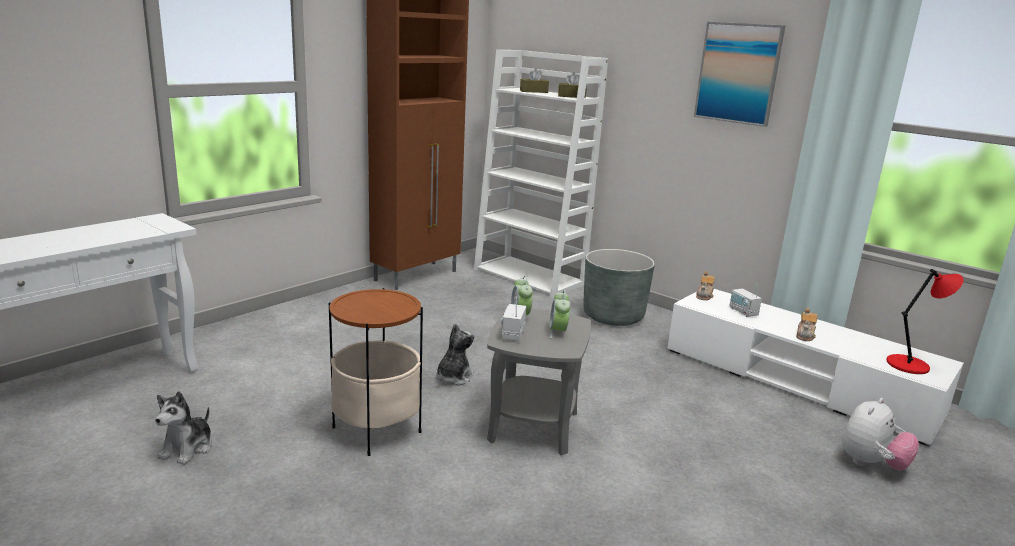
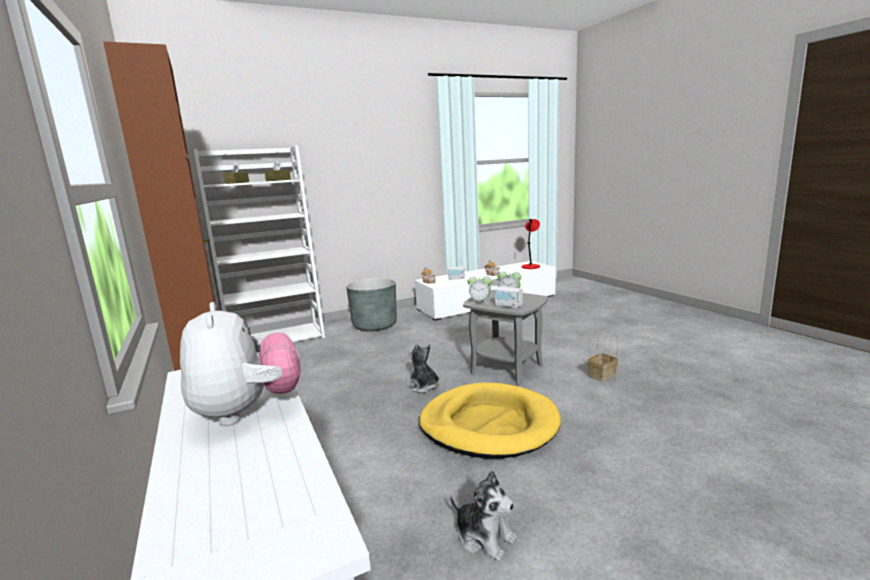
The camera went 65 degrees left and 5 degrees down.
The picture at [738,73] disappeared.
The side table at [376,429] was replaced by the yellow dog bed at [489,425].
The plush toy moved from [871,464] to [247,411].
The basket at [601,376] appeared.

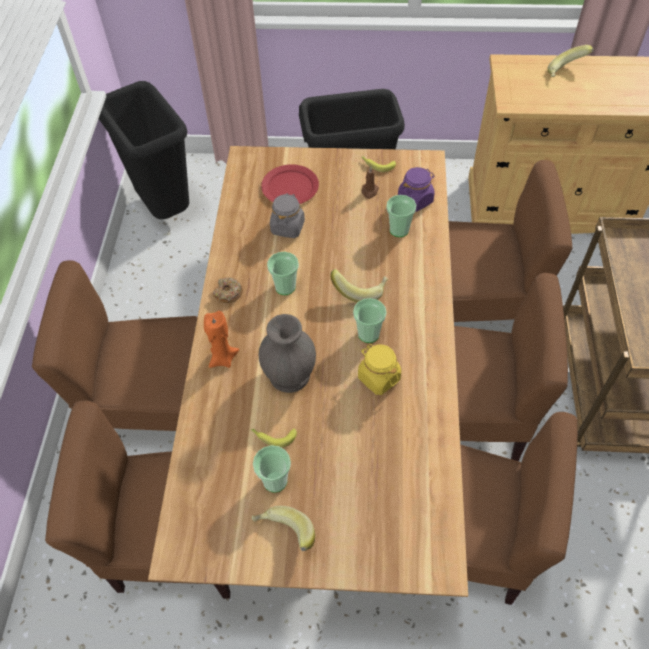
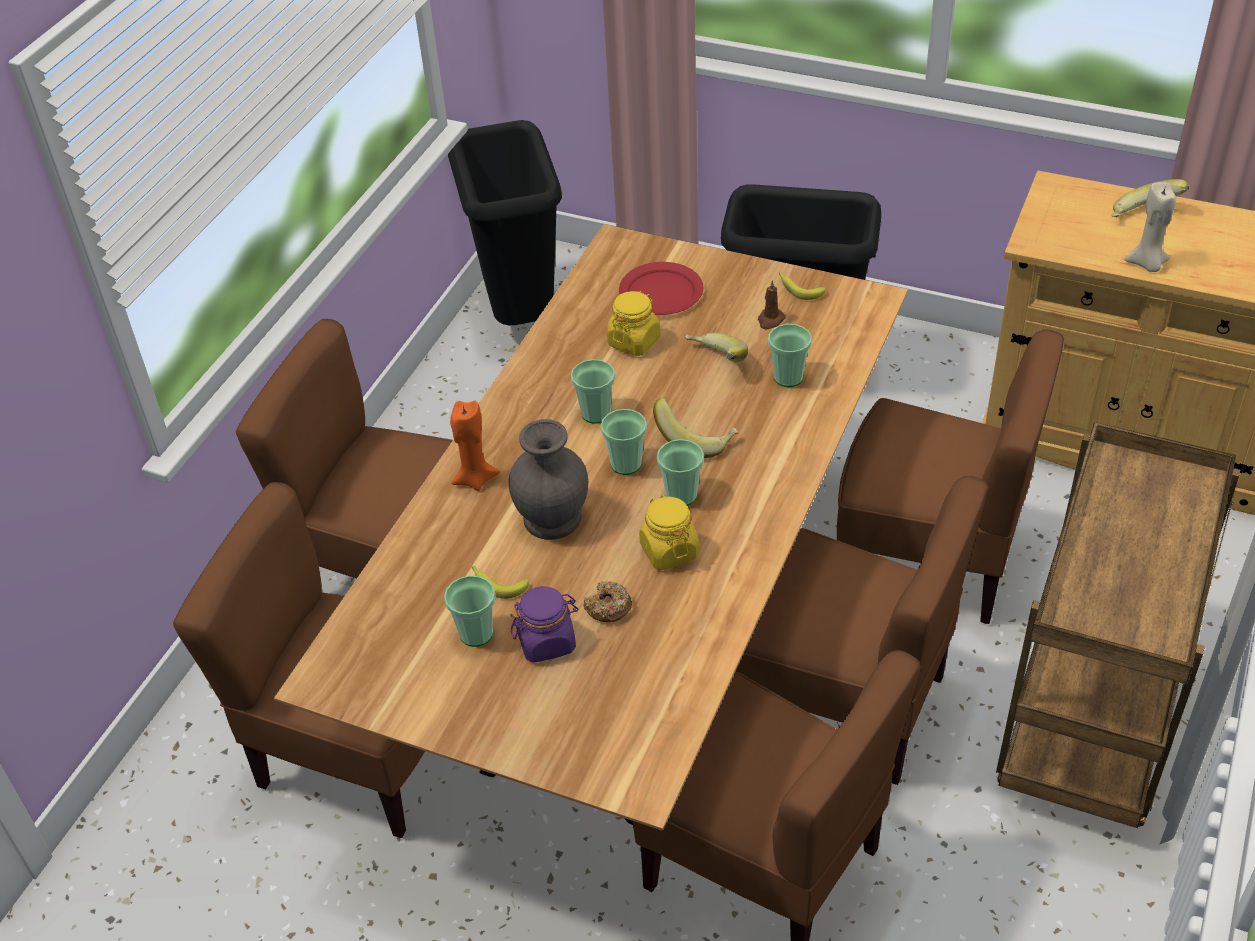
The camera went 20 degrees right and 10 degrees down.
The purple jar moved from [415,200] to [547,641].
The grey jar at [287,227] became the yellow jar at [634,341].
The donut moved from [228,293] to [608,607].
The banana moved from [284,535] to [714,362].
The beige candle at [1147,264] appeared.
The cup at [626,464] appeared.

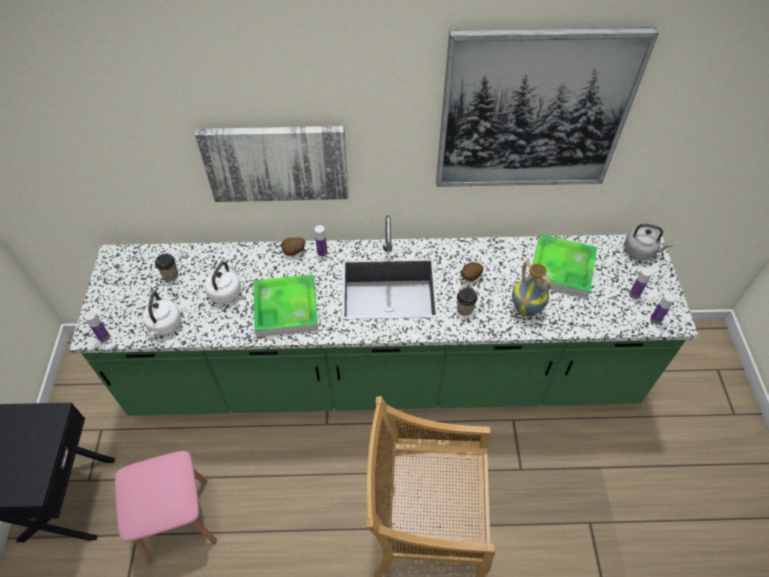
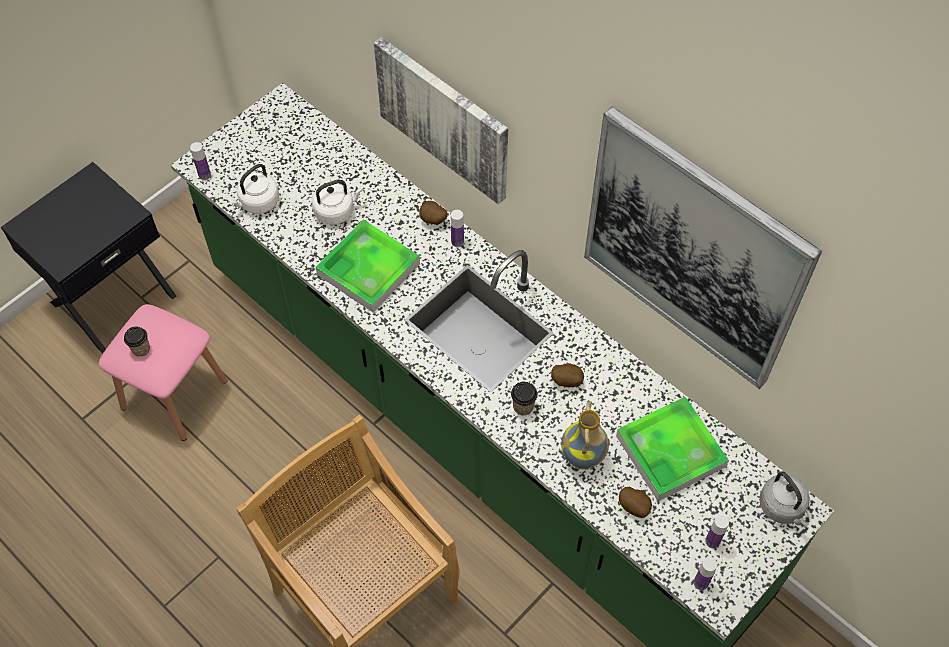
The camera went 45 degrees right and 5 degrees up.
The cup moved from [170,275] to [141,349].
The potato at [634,506] appeared.

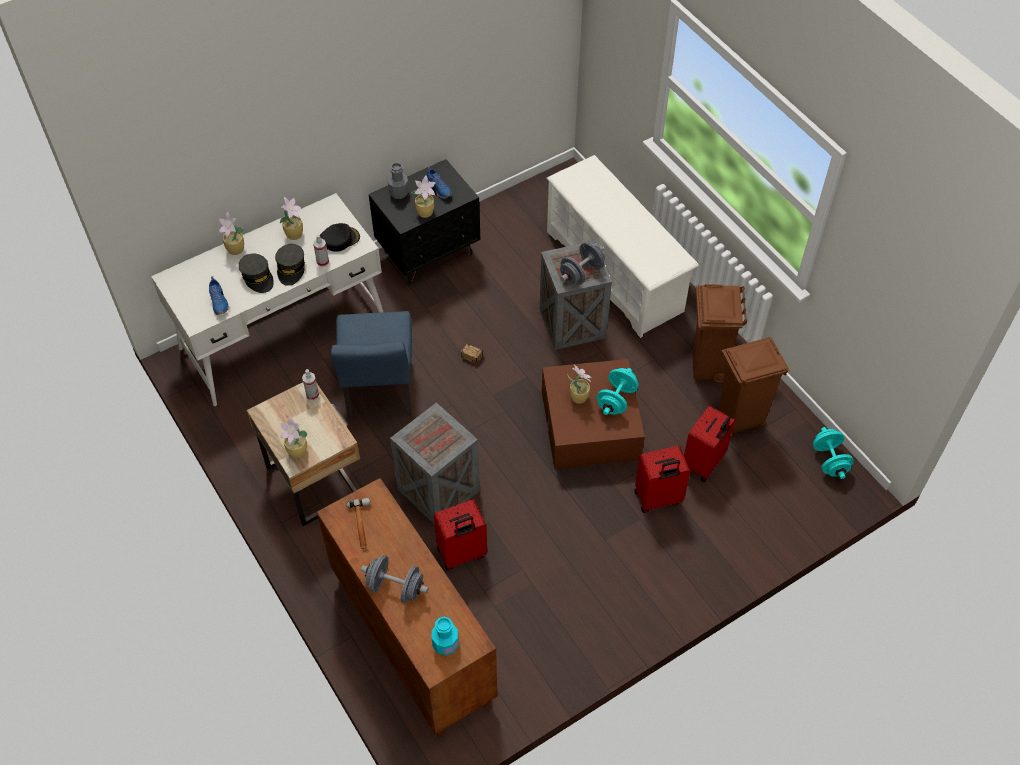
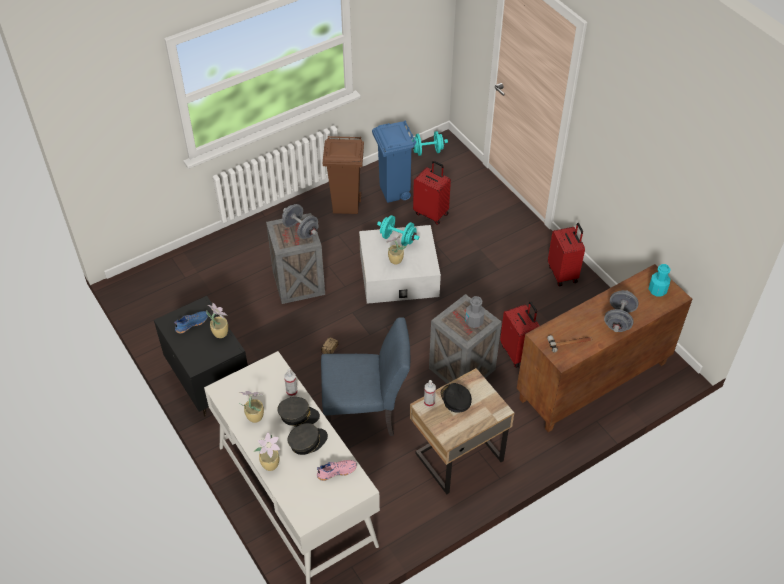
The camera went 90 degrees left and 5 degrees down.
The white shoe rack at [615,271] disappeared.
The grey bottle moved from [399,192] to [474,321].
The black cap moved from [340,239] to [455,399].
The blue shoe at [219,301] became the pink shoe at [336,471].
The brown trash can at [739,420] became the blue trash can at [394,192].
The brown storage box at [590,425] became the white storage box at [399,274].
The potted plant at [298,452] disappeared.
The red suitcase moved from [658,499] to [563,273].

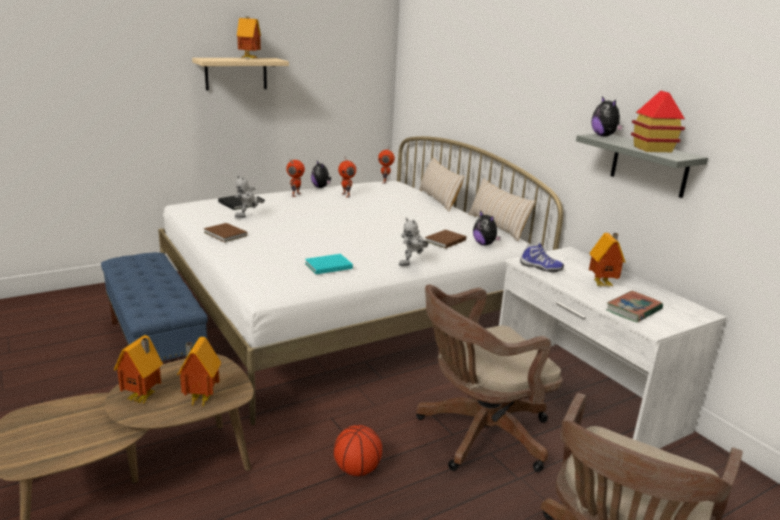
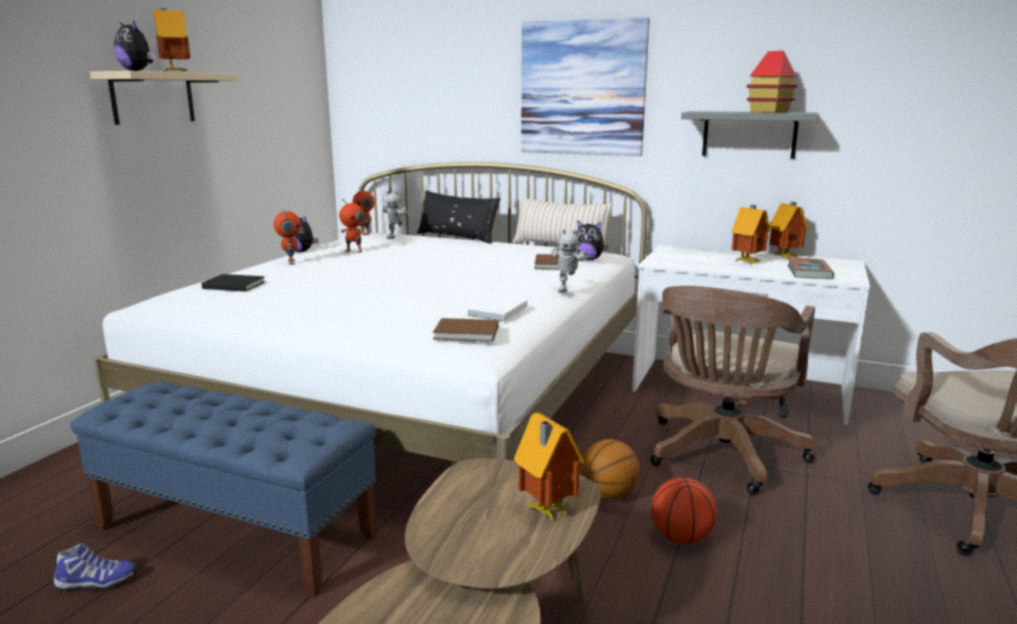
The camera went 35 degrees left and 5 degrees down.
The plush toy moved from [604,136] to [137,71].
The beige pillow at [438,199] became the black pillow at [457,237].
The toy robot moved from [249,217] to [396,237].
The brown book moved from [225,234] to [468,333].
The shoe moved from [540,268] to [96,583].
The turquoise book at [327,266] became the white book at [496,311].
The toy house moved from [144,398] to [785,257].
The picture at [582,88] appeared.
The basketball at [608,494] appeared.

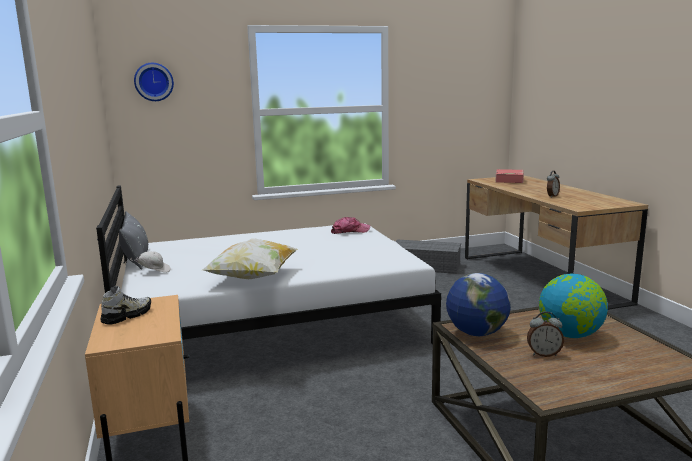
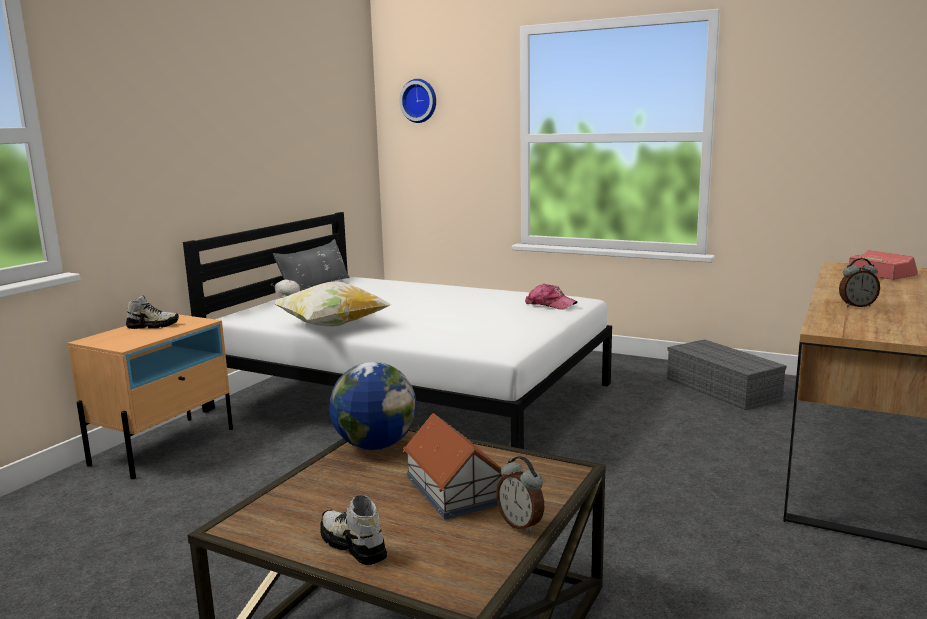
The camera went 45 degrees right and 0 degrees up.
The globe at [570,335] was replaced by the toy house at [453,490].
The alarm clock moved from [543,354] to [521,524].
The shoe at [353,545] appeared.

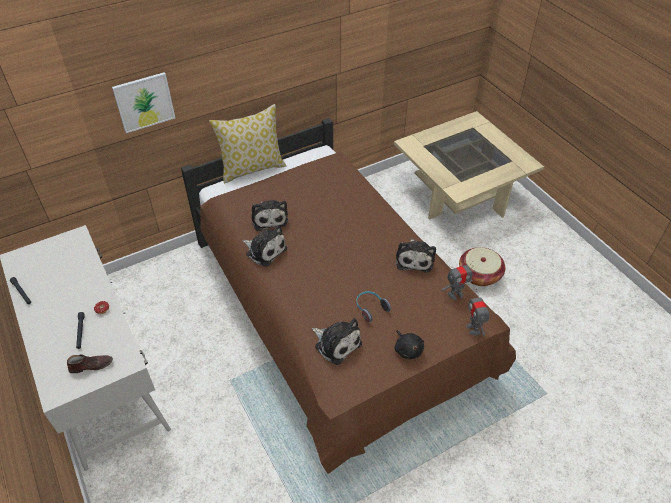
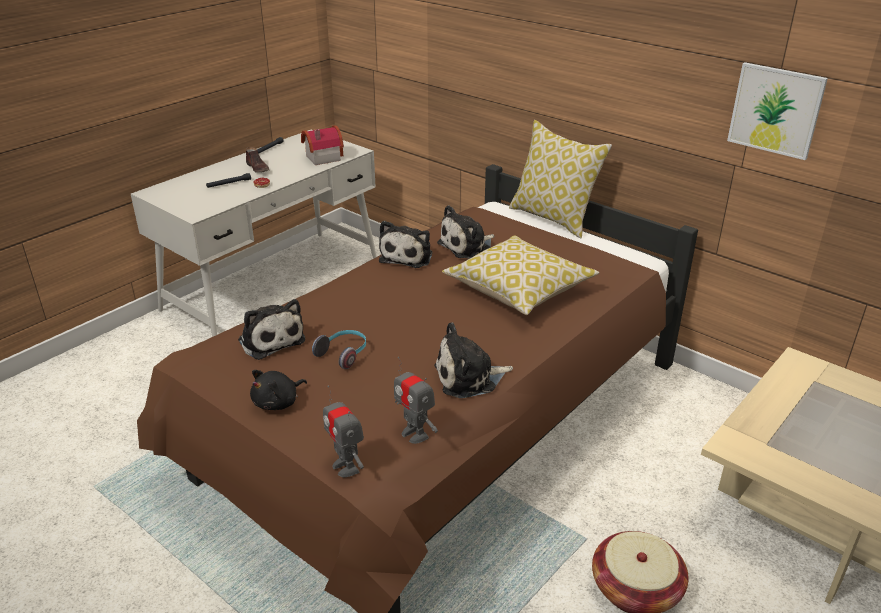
The camera went 70 degrees right and 15 degrees down.
The picture moved from [144,102] to [775,110].
The toy robot at [473,328] turned 90 degrees counterclockwise.
The plush toy at [336,343] turned 60 degrees counterclockwise.
The brown shoe moved from [91,365] to [258,168].
The toy house at [321,157] appeared.
The pillow at [519,290] appeared.

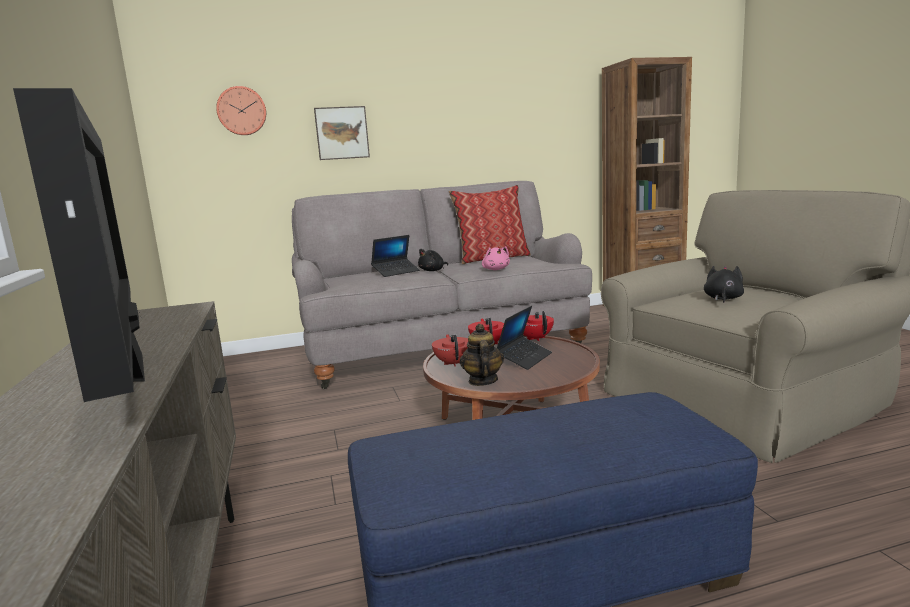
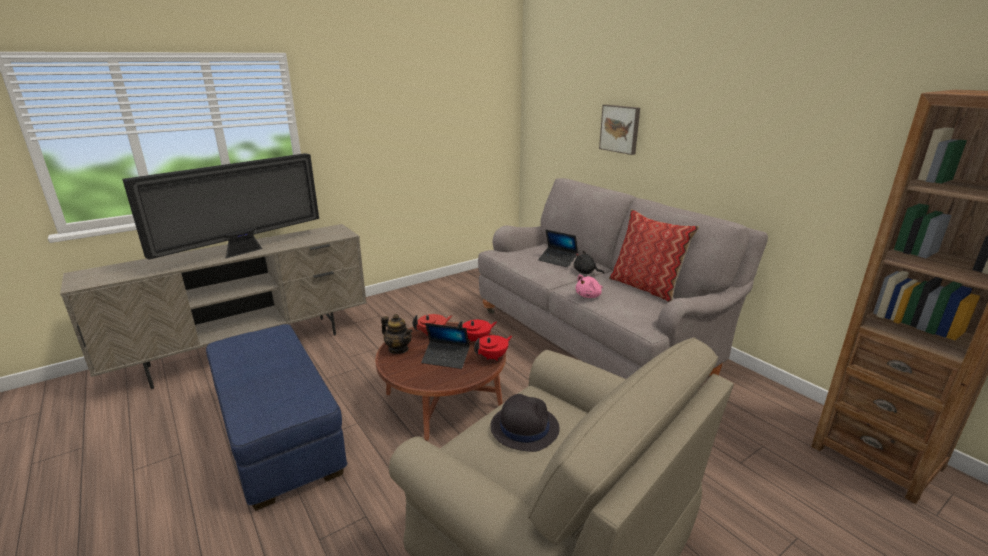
The camera went 70 degrees right and 10 degrees up.
The wall clock at [242,111] disappeared.
The black plush toy at [723,299] was replaced by the black hat at [524,427].
The teapot at [482,381] turned 60 degrees clockwise.

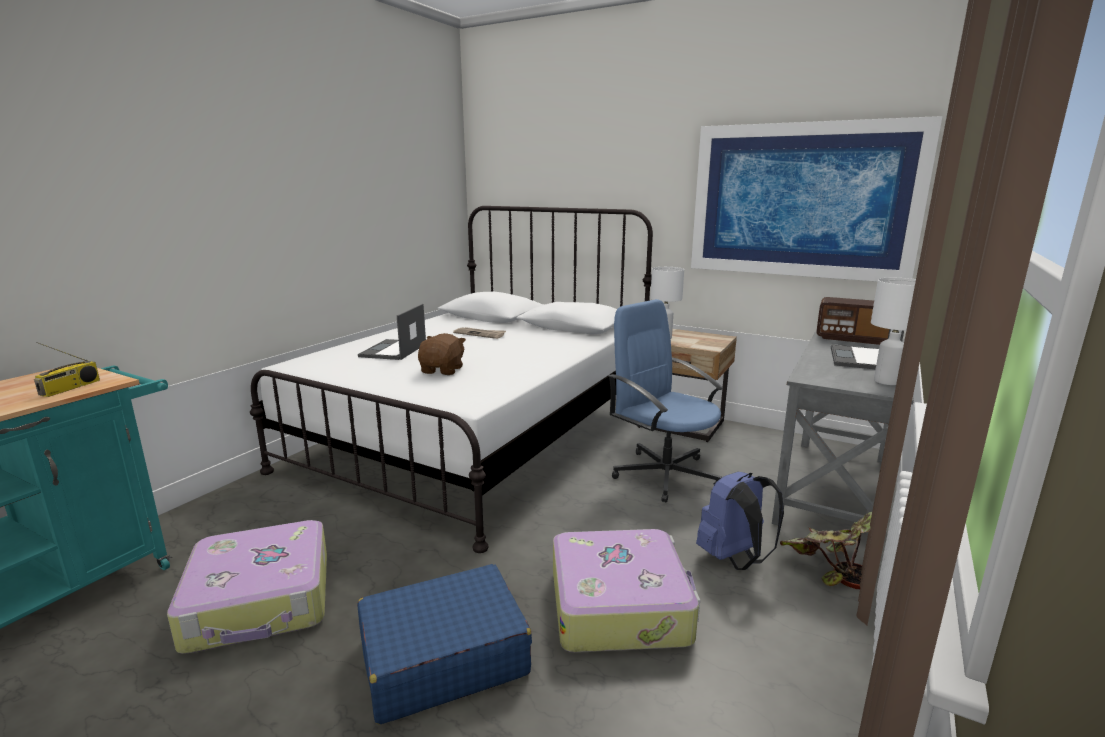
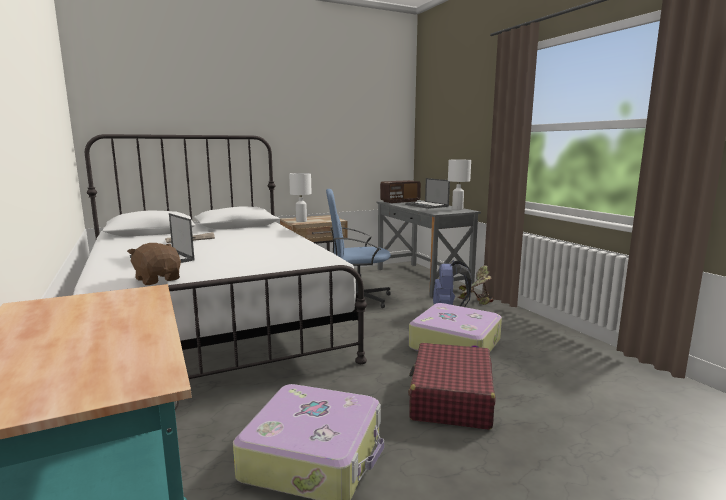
The camera went 55 degrees left and 5 degrees down.
The picture at [802,201] disappeared.
The brown plush toy moved from [443,370] to [158,279].
The radio at [70,388] disappeared.
The blue suitcase at [443,657] became the red suitcase at [451,398].

